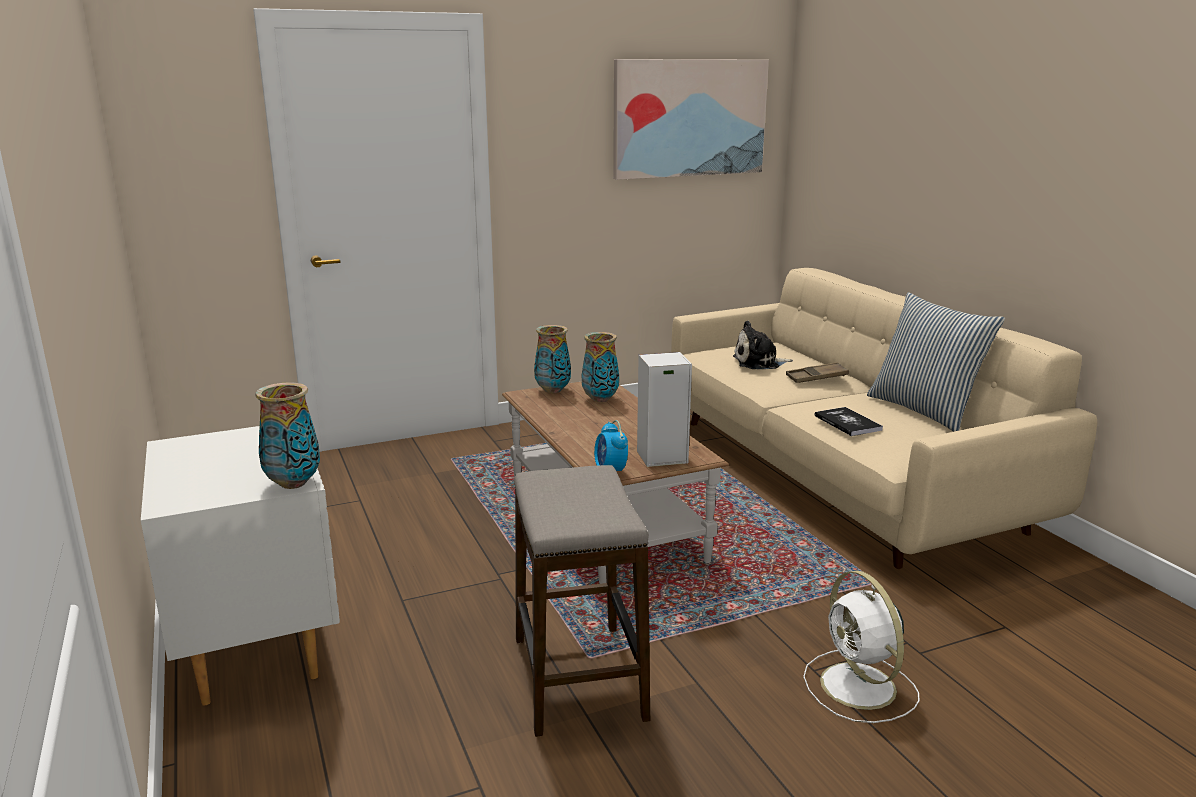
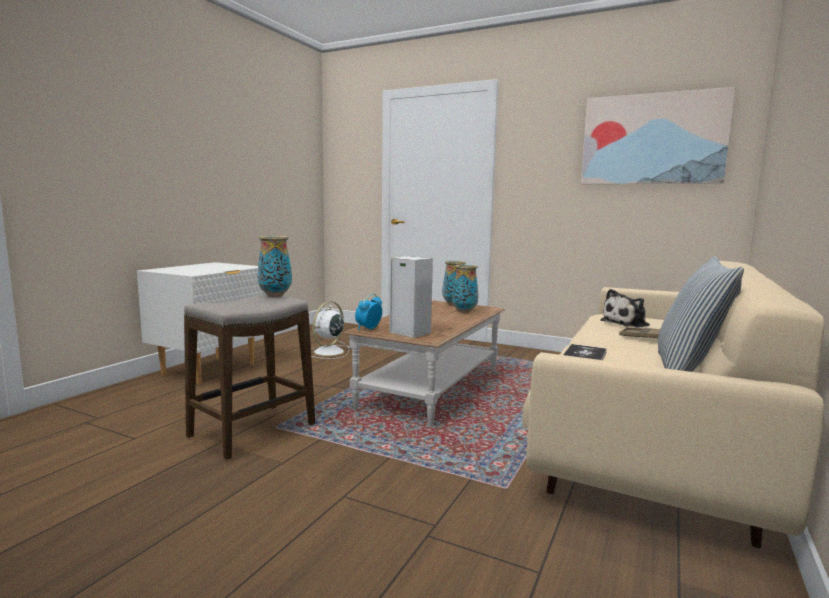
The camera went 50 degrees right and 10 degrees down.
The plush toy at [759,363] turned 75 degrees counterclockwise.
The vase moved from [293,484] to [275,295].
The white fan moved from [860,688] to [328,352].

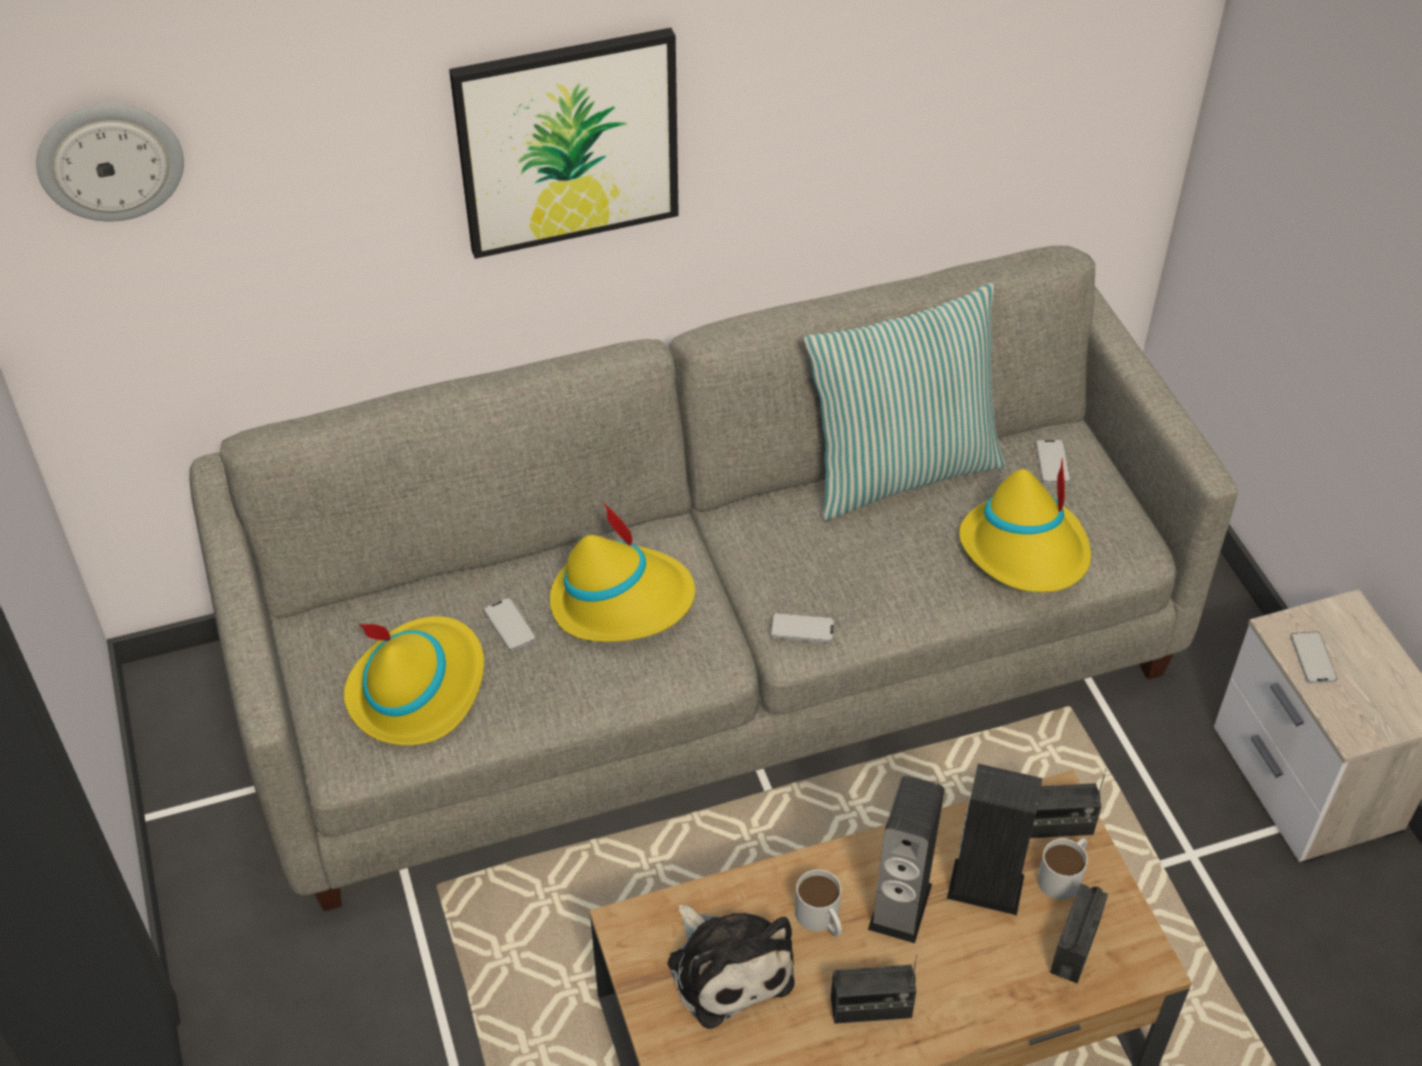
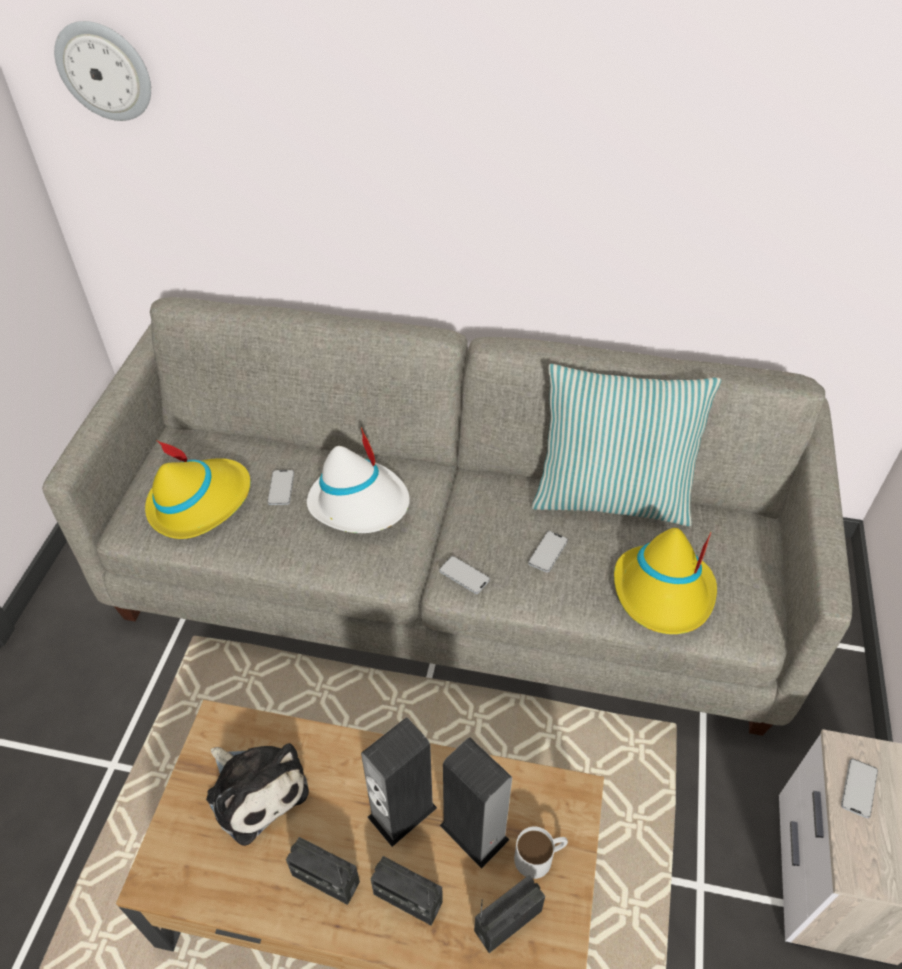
The camera went 30 degrees right and 0 degrees up.
The picture at [568,142] disappeared.
The phone moved from [1052,463] to [548,552].
The yellow hat at [622,600] became the white hat at [360,503].
The radio moved from [1055,825] to [407,898].
The white mug at [821,919] disappeared.
The plush toy at [727,967] turned 45 degrees counterclockwise.

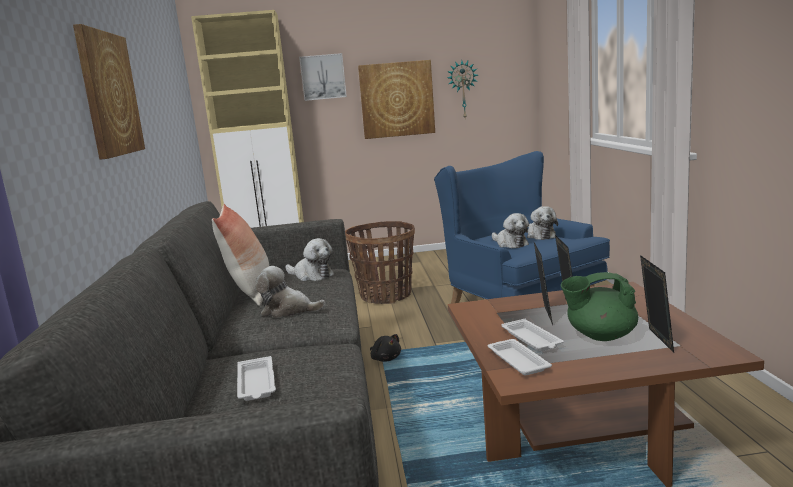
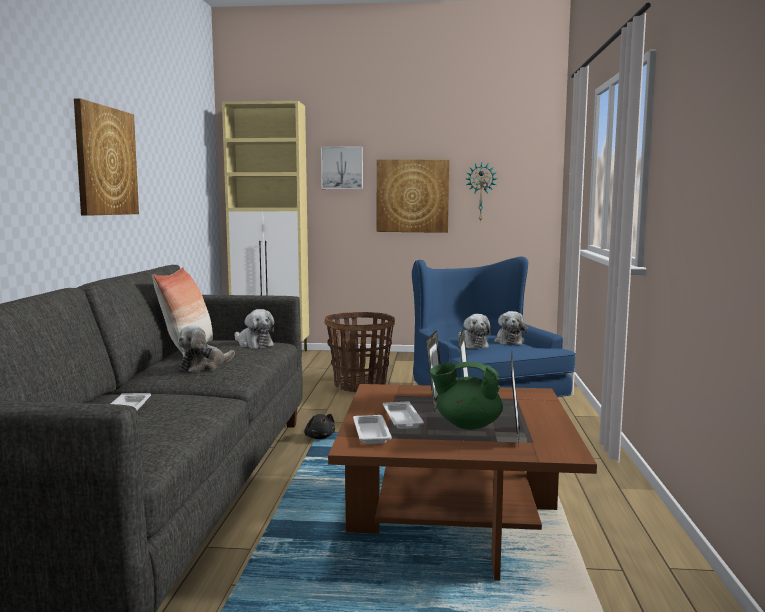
The camera went 10 degrees right and 5 degrees down.
The plush toy at [288,310] turned 75 degrees counterclockwise.

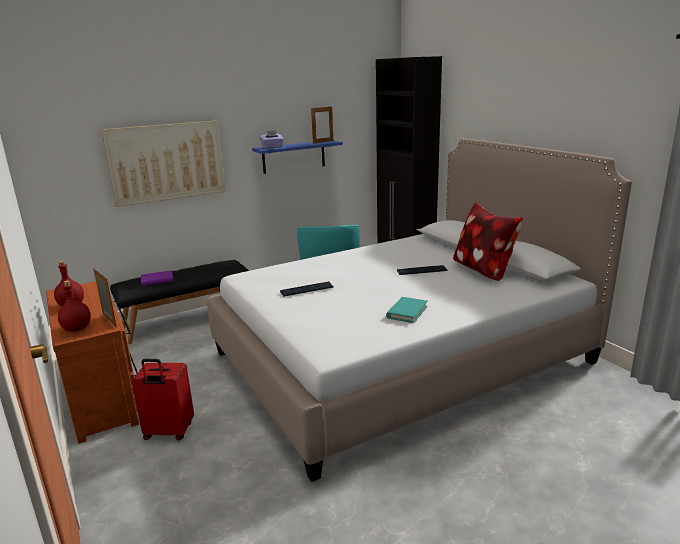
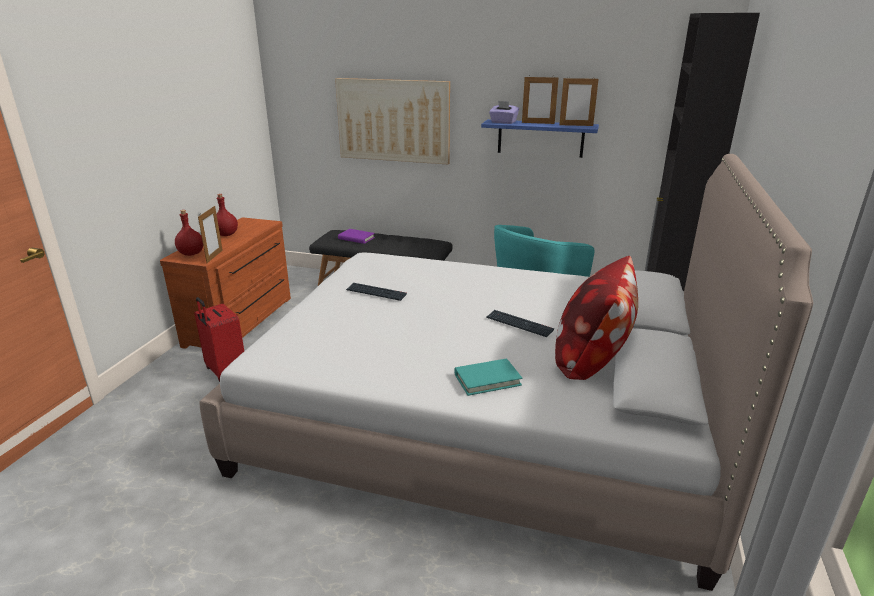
The camera went 45 degrees right and 5 degrees up.
The turquoise book moved from [407,312] to [487,379].
The picture frame at [538,123] appeared.

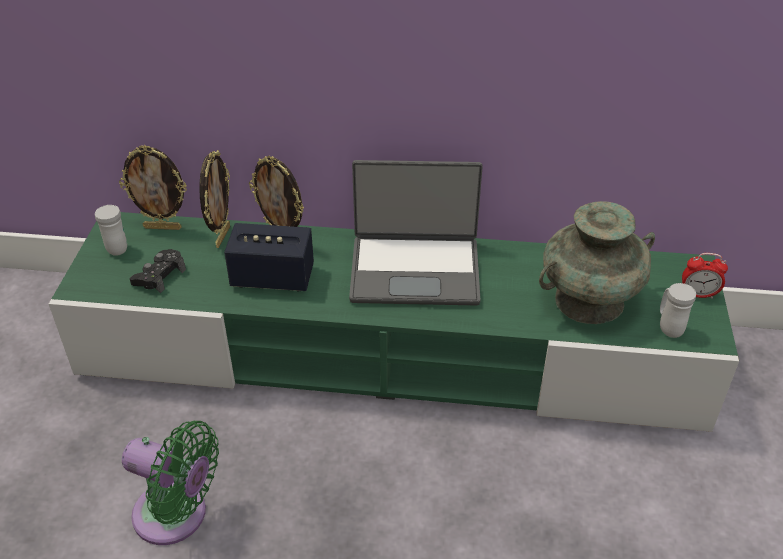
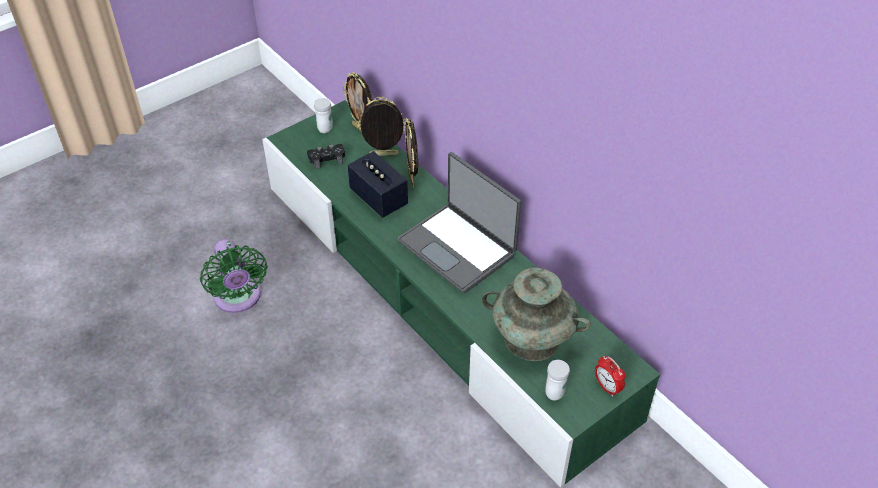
The camera went 45 degrees right and 5 degrees up.
The picture frame at [221,236] turned 150 degrees counterclockwise.

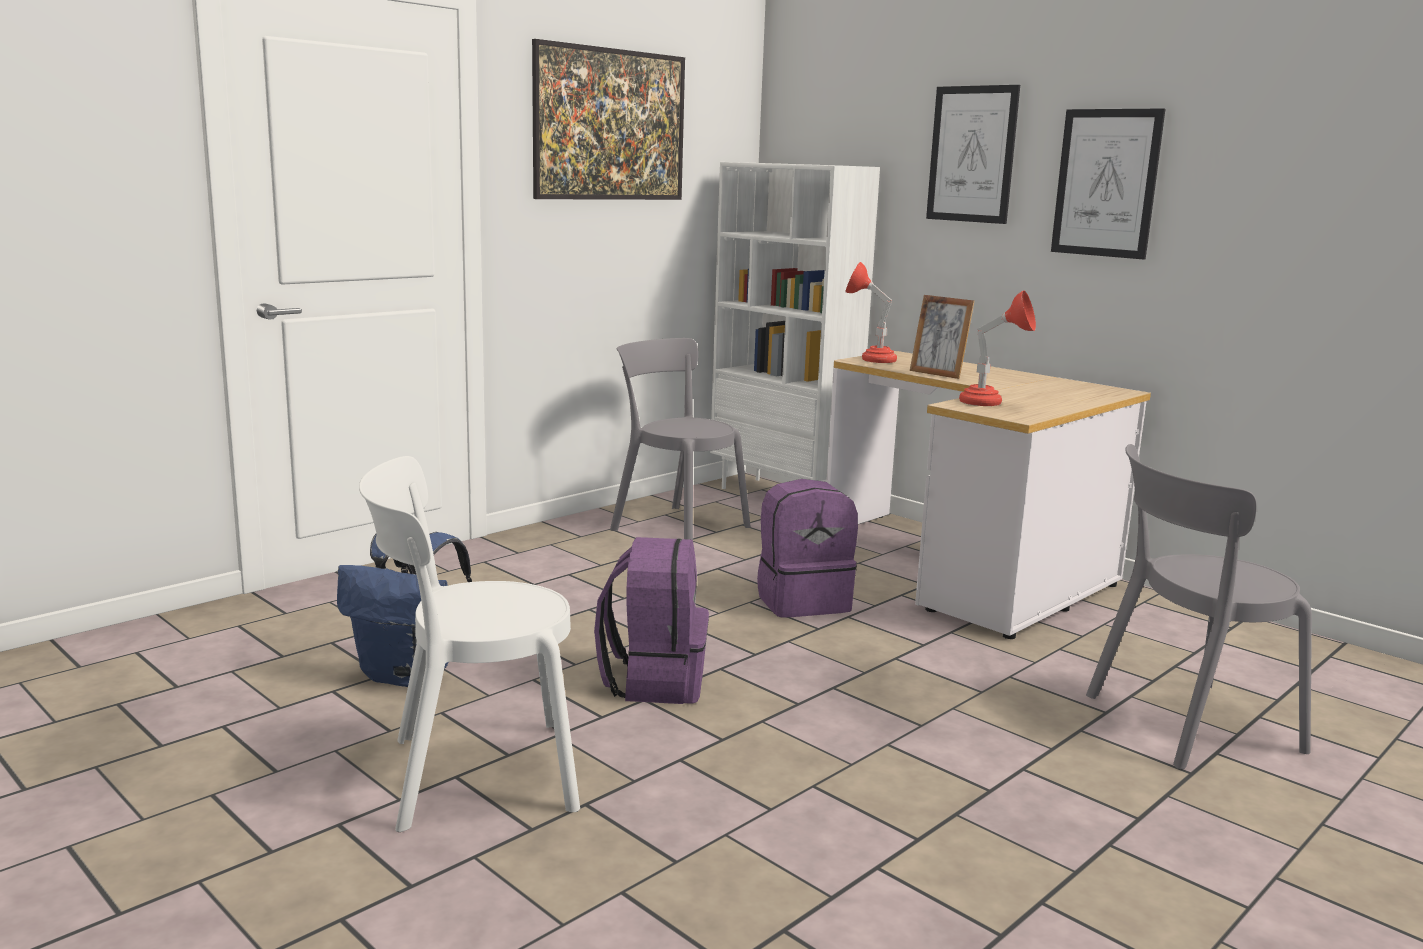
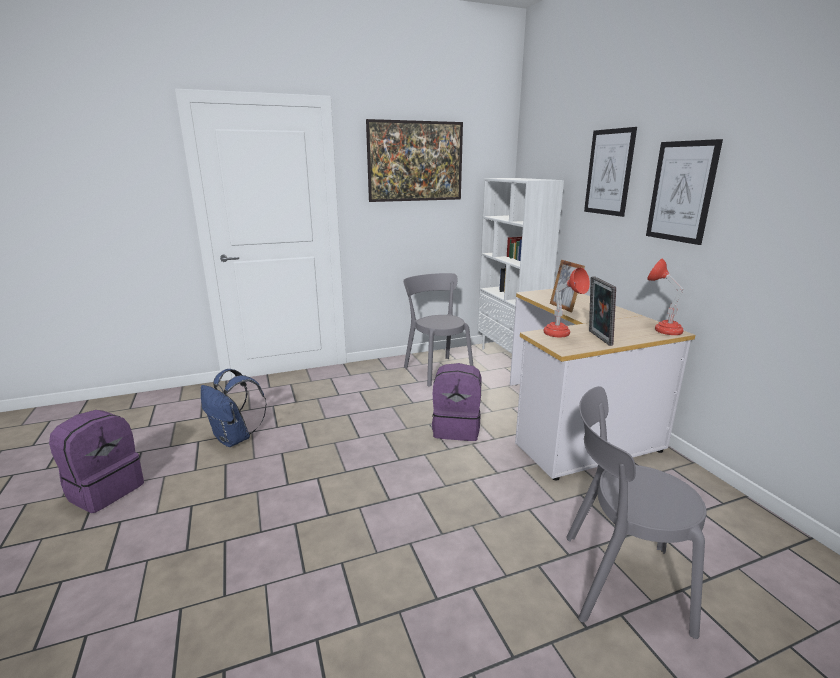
The camera went 25 degrees right and 5 degrees up.
The red table lamp moved from [869,359] to [661,329].
The white chair at [471,775] disappeared.
The purple backpack moved from [654,681] to [105,490].
The picture frame at [597,338] appeared.

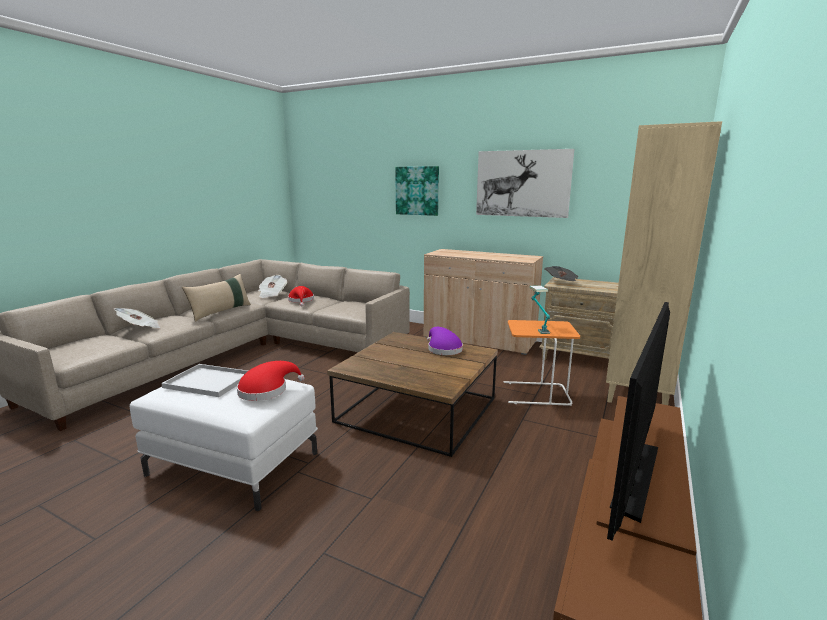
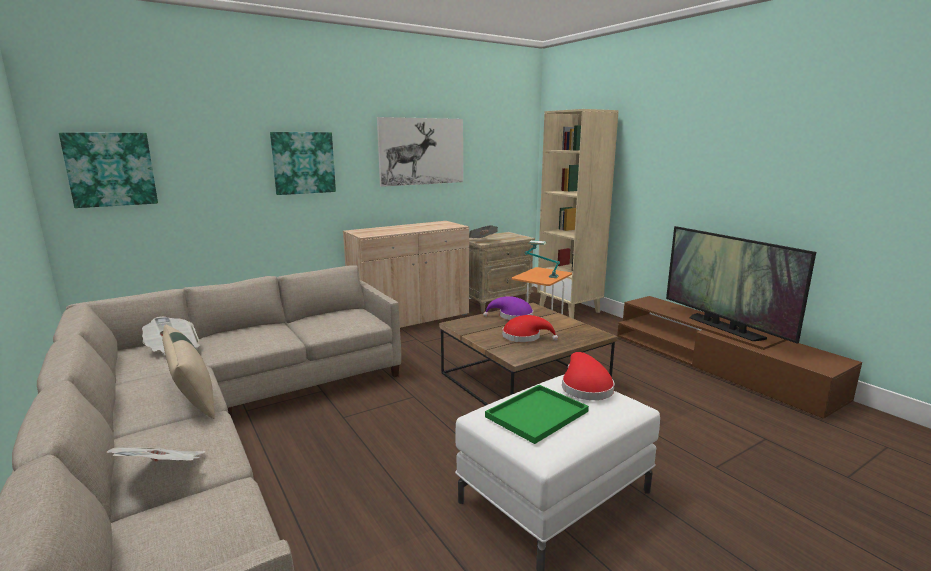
The camera went 60 degrees left and 0 degrees up.
The red hat moved from [301,301] to [524,337].
The white tray at [207,381] became the green tray at [536,415].
The picture at [111,169] appeared.

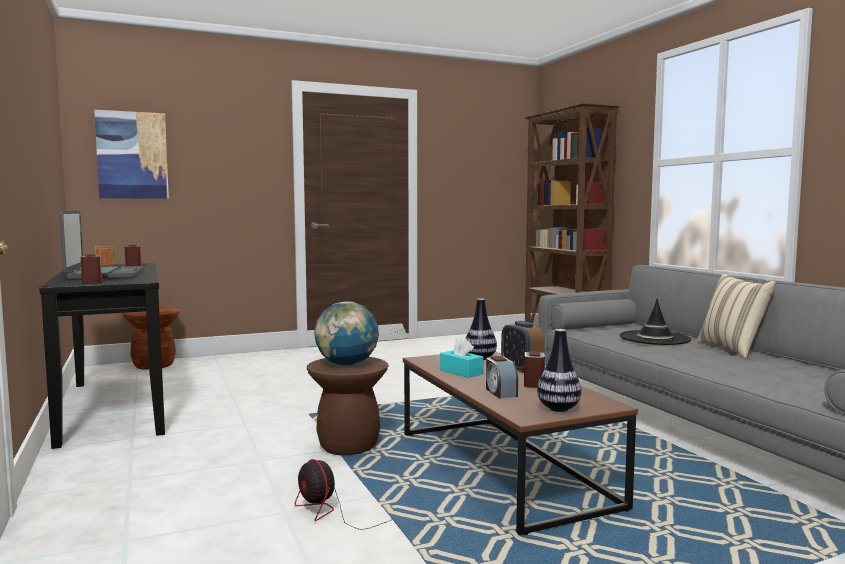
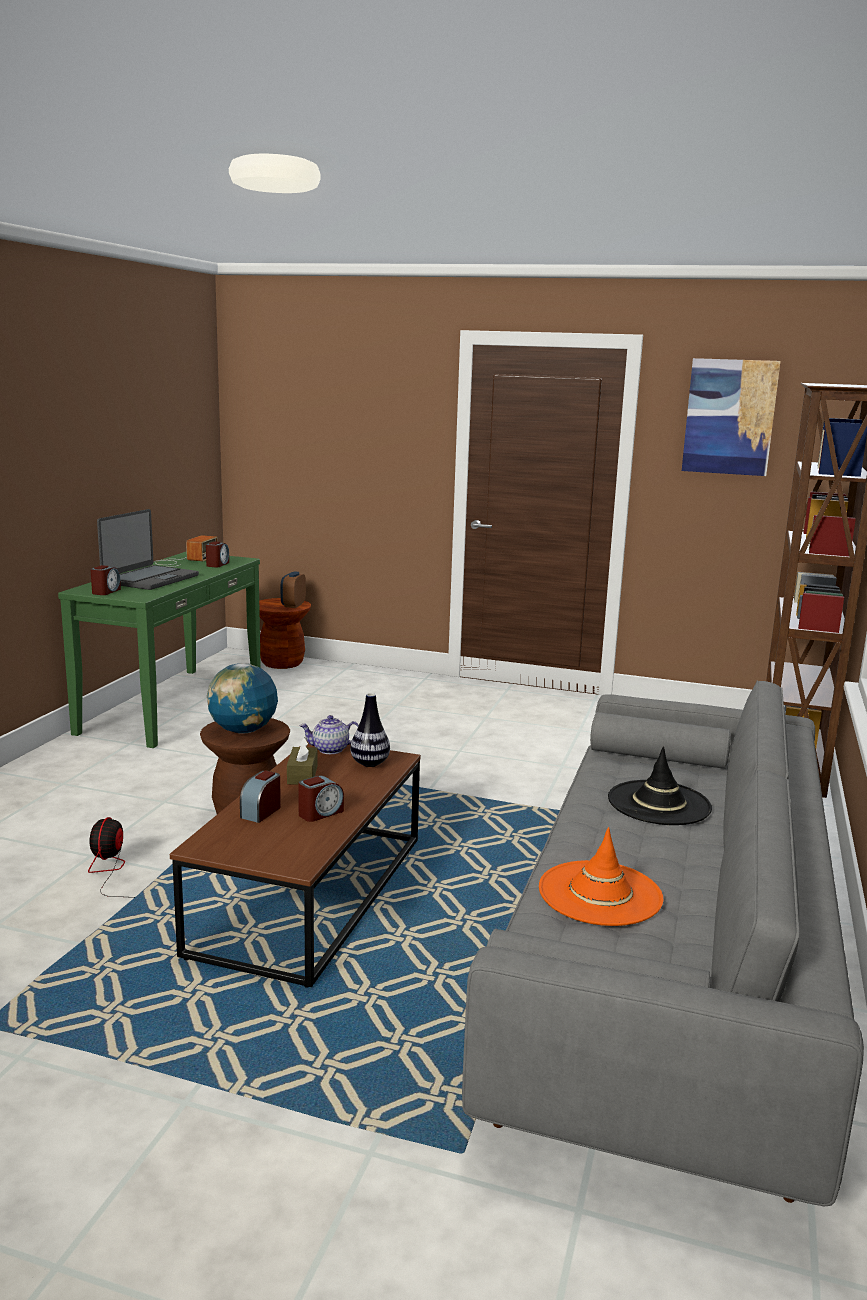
The camera went 40 degrees right and 10 degrees up.
The picture moved from [132,155] to [729,417].
The black console table at [114,407] became the green console table at [173,705].
The beige pillow at [733,349] disappeared.
The alarm clock moved from [521,369] to [293,605].
The vase at [558,409] disappeared.
The turquoise tissue box at [461,372] became the brown tissue box at [302,775].
The teapot at [330,749] appeared.
The orange hat at [600,893] appeared.

